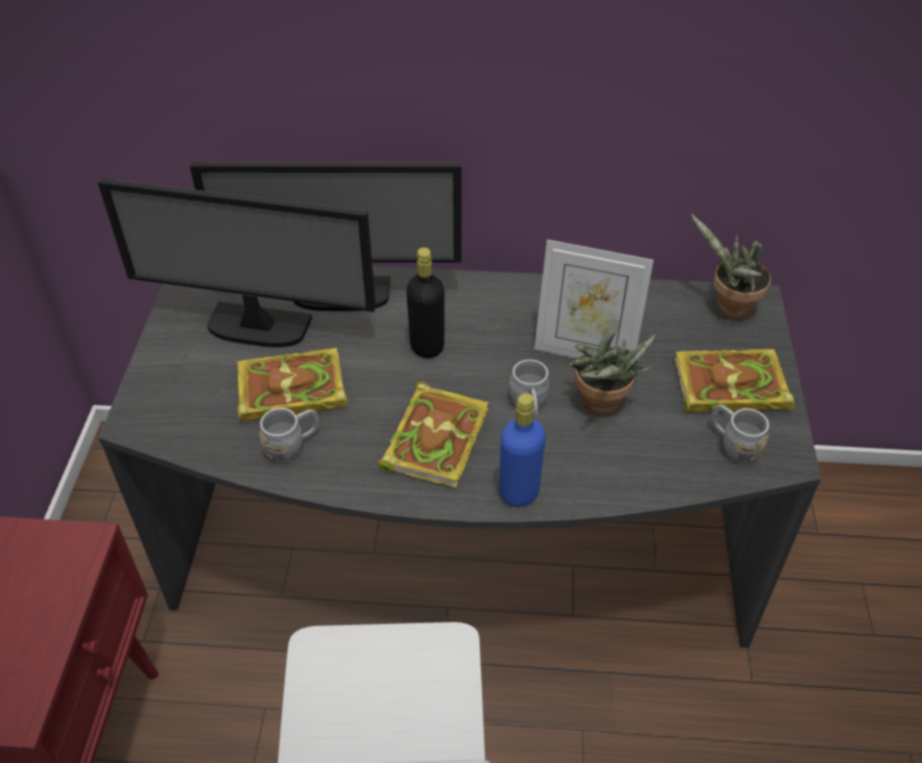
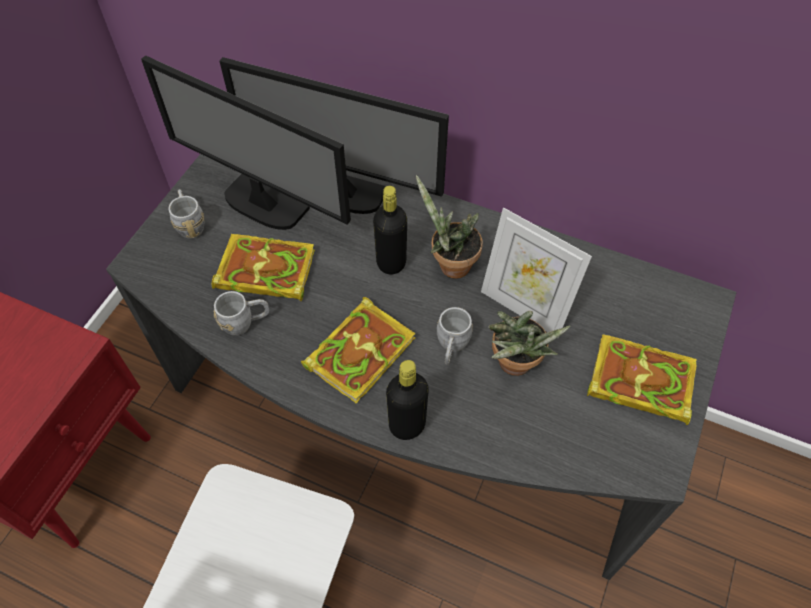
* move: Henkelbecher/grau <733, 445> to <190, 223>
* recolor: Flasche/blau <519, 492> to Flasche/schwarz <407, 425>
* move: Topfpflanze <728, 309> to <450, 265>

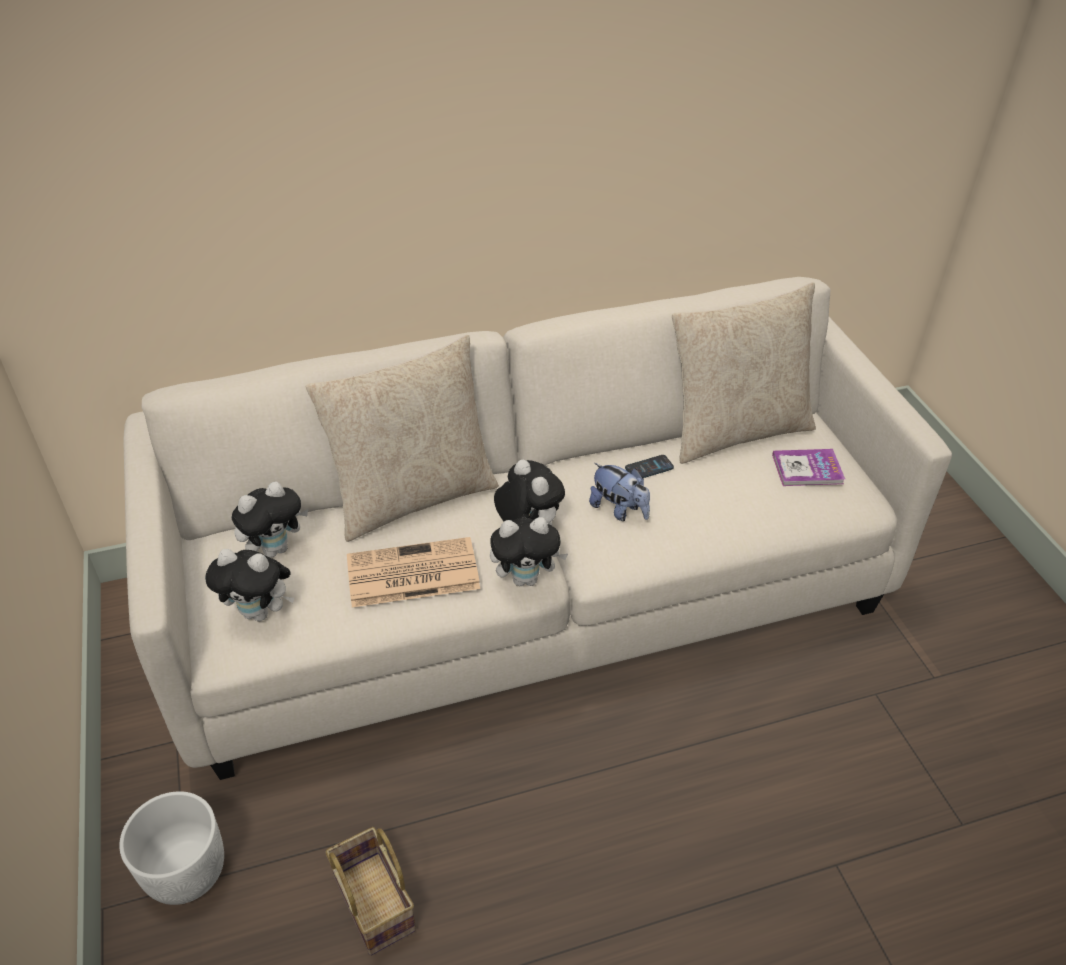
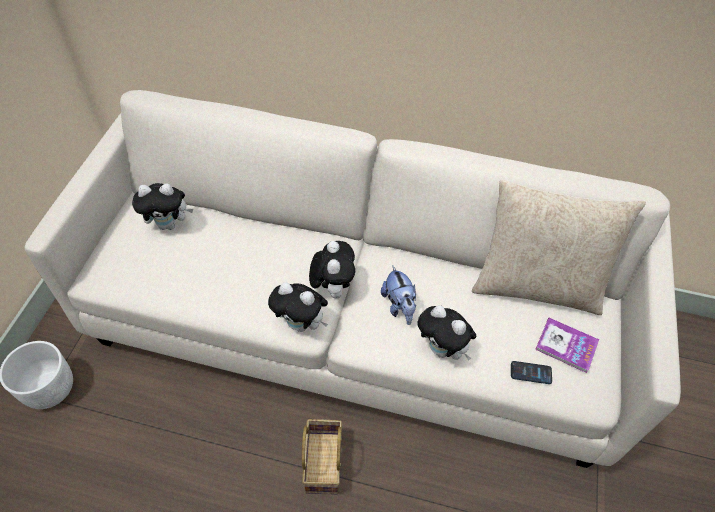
* move: Korb <371, 902> to <322, 461>
* move: Plüschtier <260, 612> to <442, 350>
* move: Handy <649, 468> to <531, 373>
* delete: Kissen/beige <413, 496>
* delete: Zeitung <411, 574>

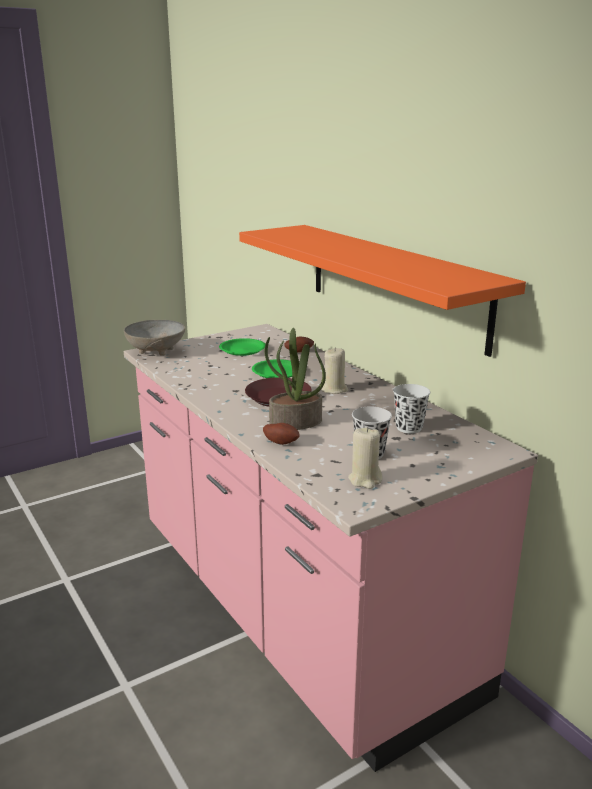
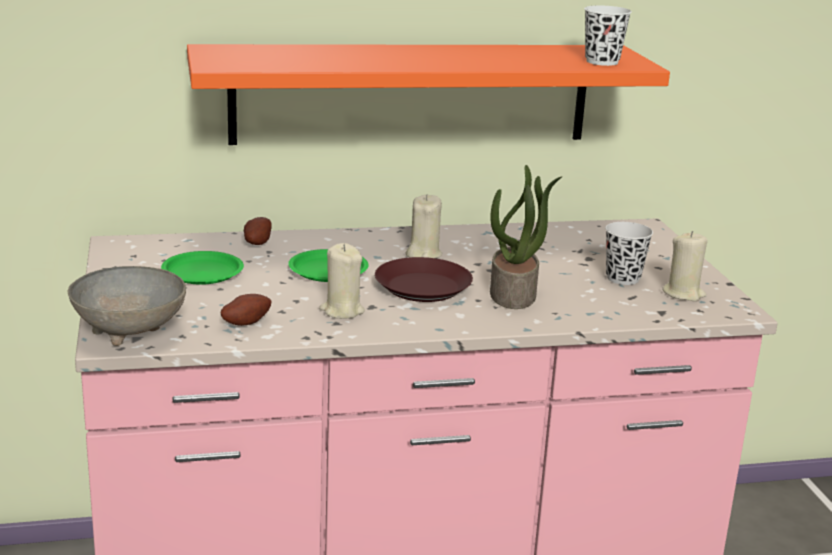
* move: Kartoffel <281, 442> to <245, 322>
* insert: Kerze/beige <342, 311>
* move: Tasse/weiß <409, 428> to <602, 62>

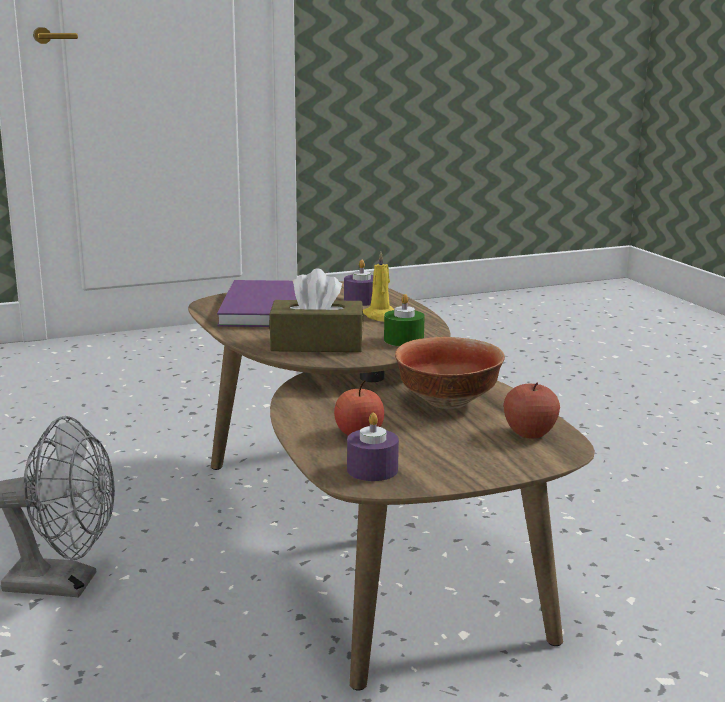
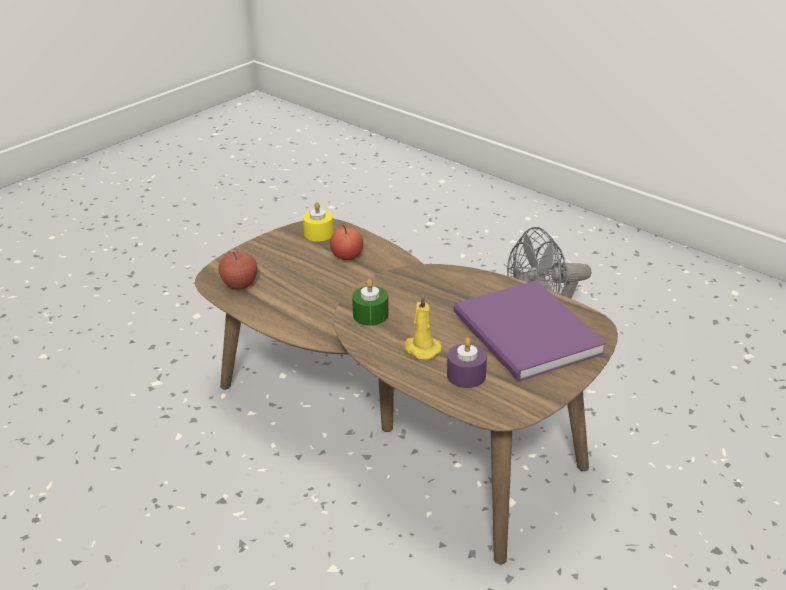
* recolor: Kerze/lila <372, 469> to Kerze/gelb <318, 233>
* delete: Taschentuchbox/braun <317, 344>
* delete: Schüssel <449, 402>

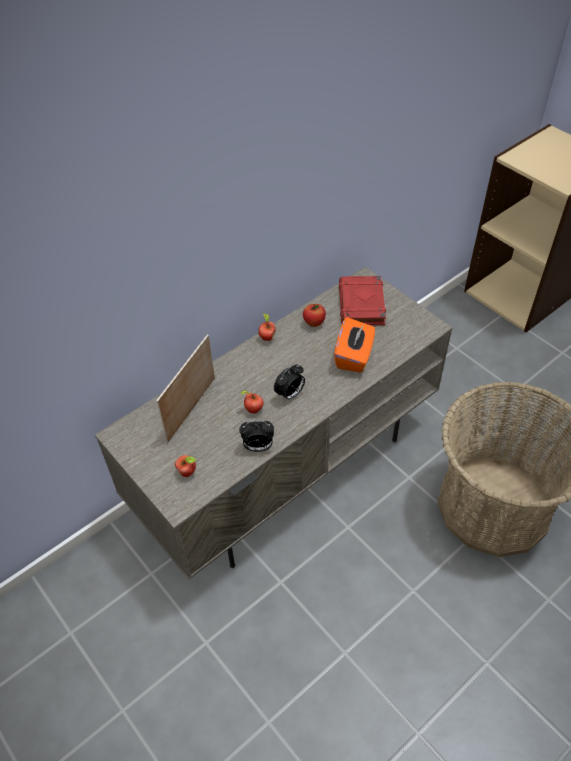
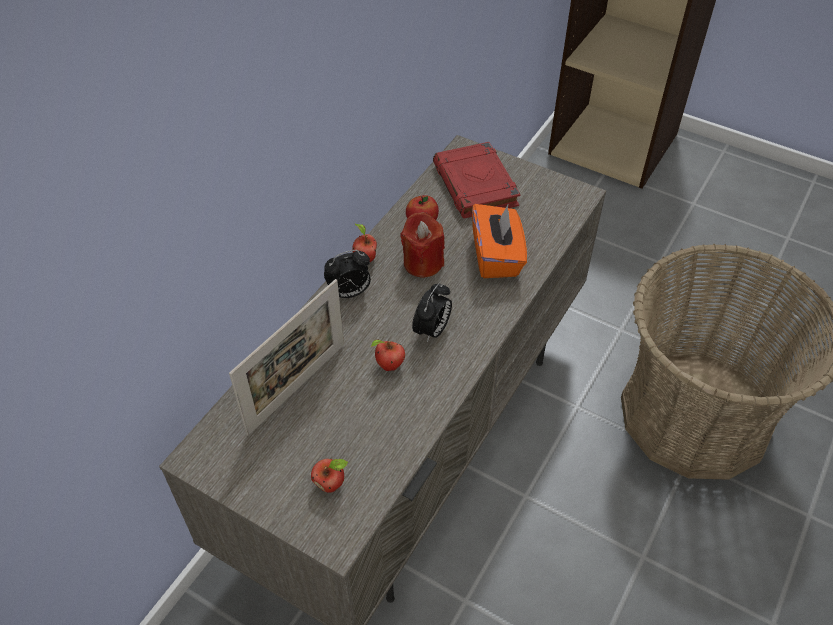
* rotate: Bilderrahmen <191, 409> = <297, 388> 150 degrees counterclockwise
* move: Wecker <258, 447> to <349, 293>
* insert: Kerze/rot <422, 263>

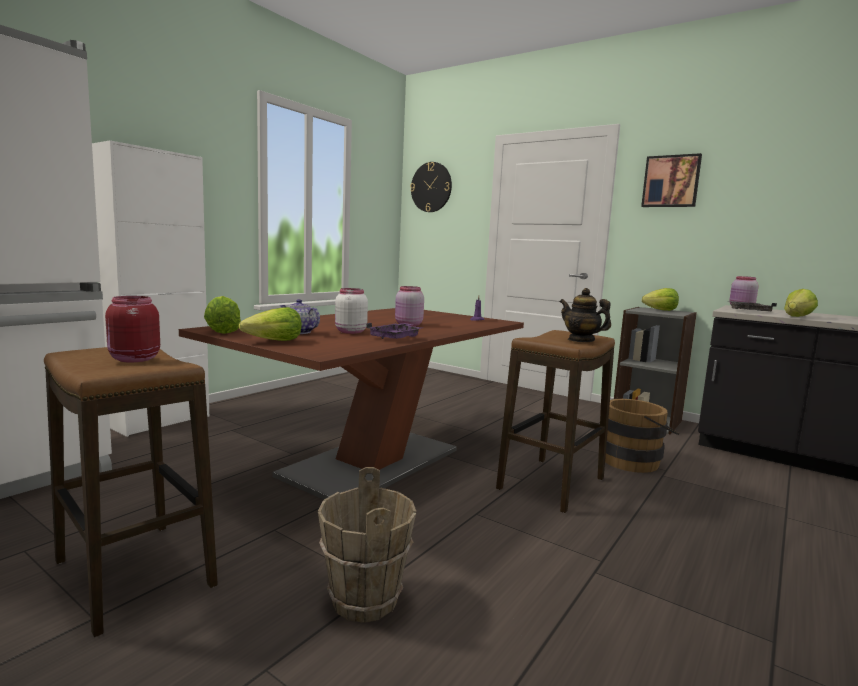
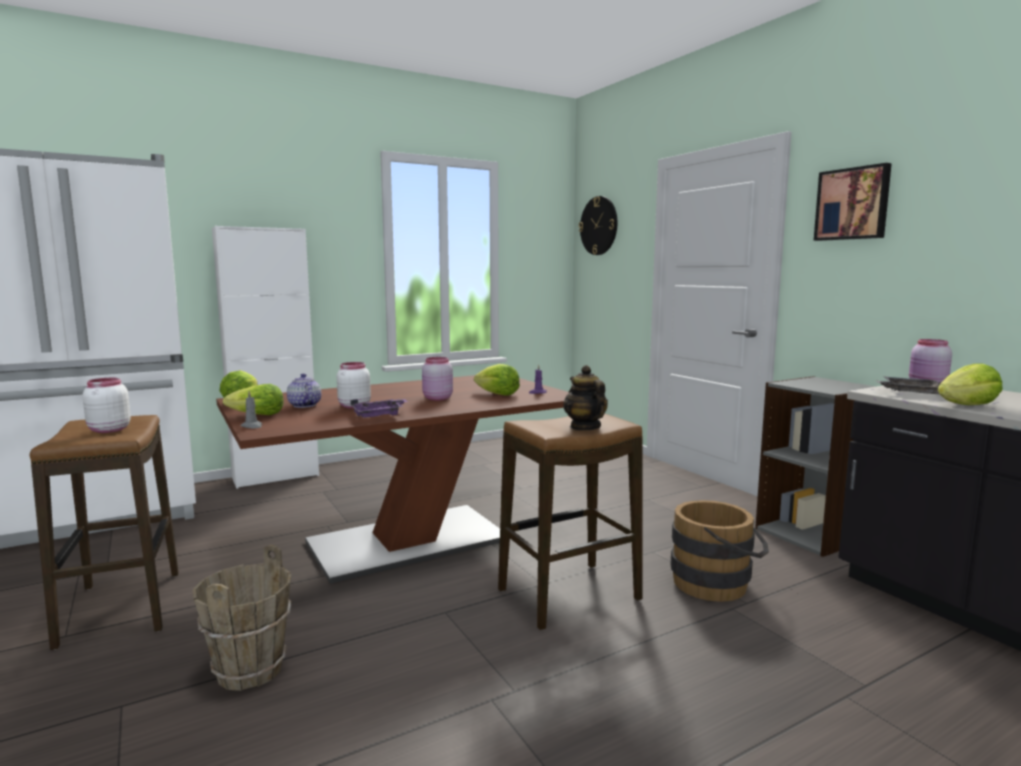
* recolor: Vorratsglas/rot <133, 359> to Vorratsglas/weiß <108, 430>
* insert: Kerze/grau <252, 426>
* move: Salatkopf <661, 310> to <497, 394>

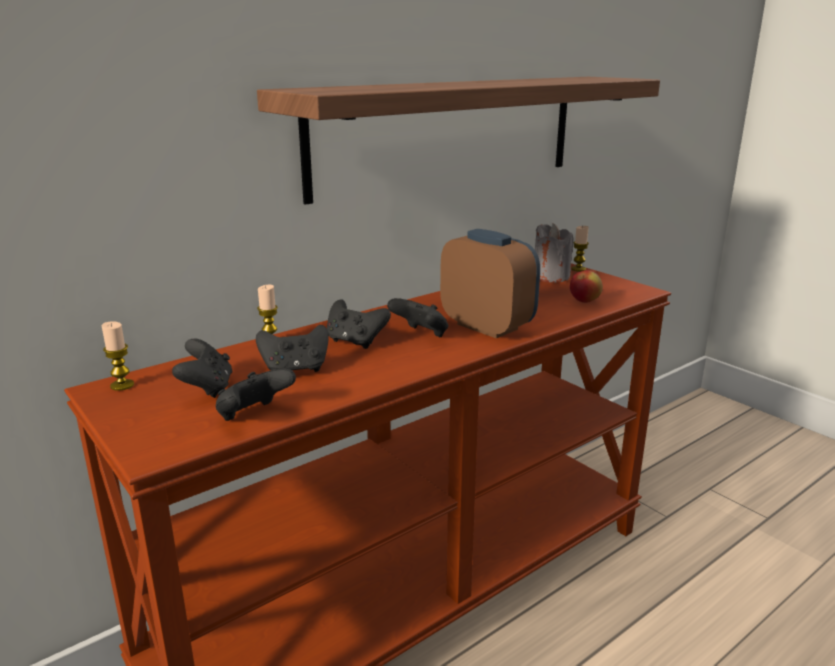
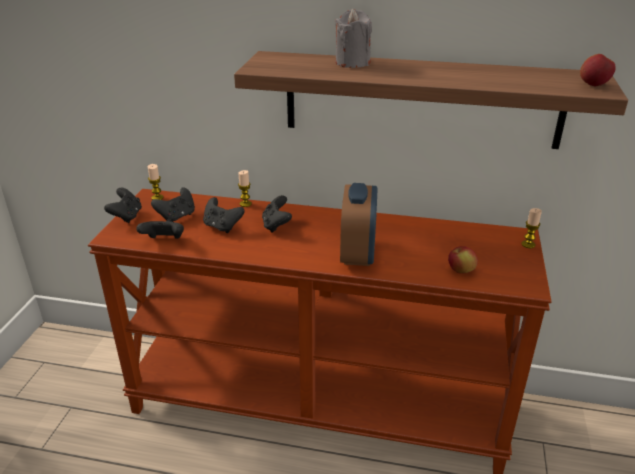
* move: Gamepad/schwarz <421, 335> to <126, 216>
* move: Kerze/grau <550, 277> to <352, 63>
* insert: Apfel <593, 85>

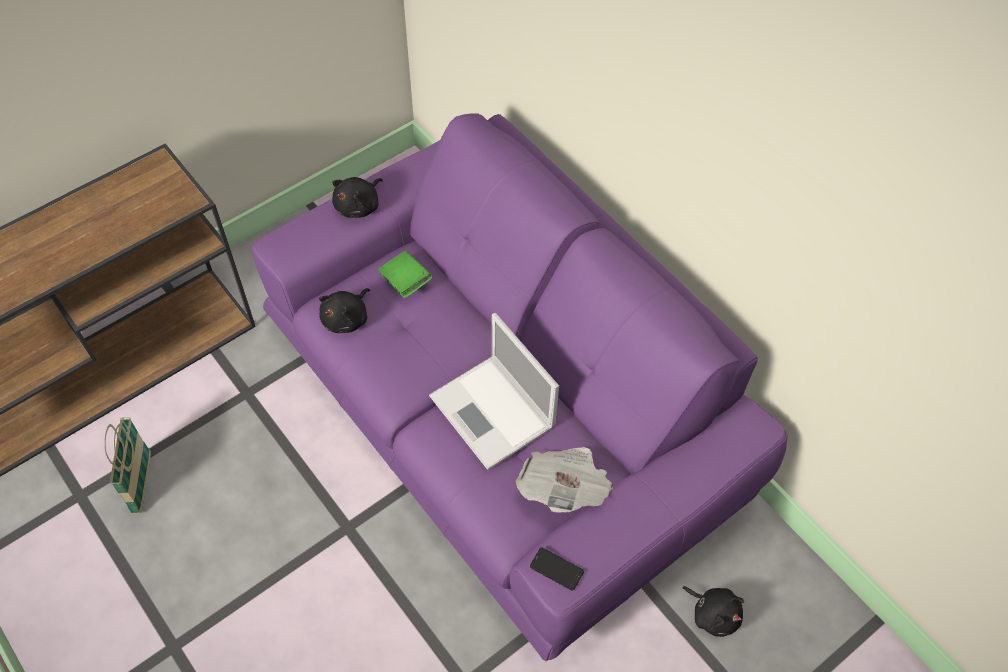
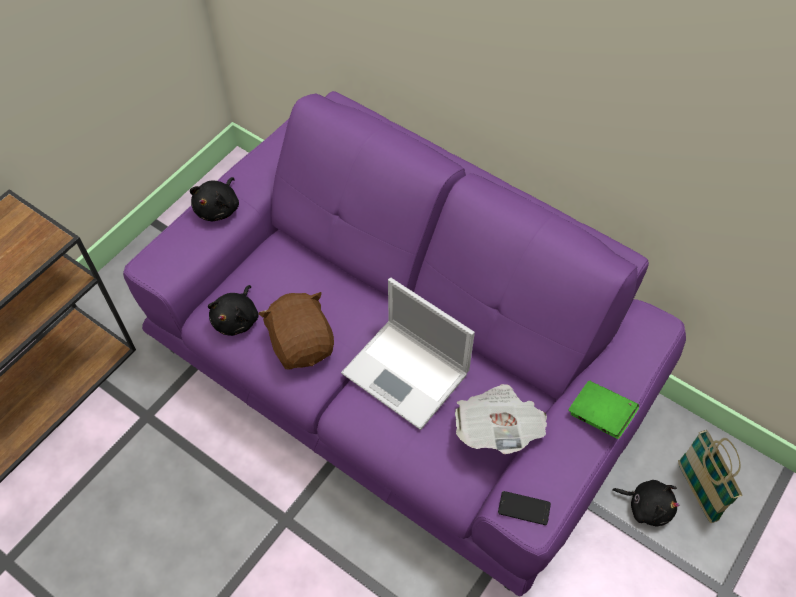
* insert: Plüschtier/braun <302, 344>
* move: Buch/grün <405, 282> to <600, 416>
* move: Korb <142, 483> to <696, 491>

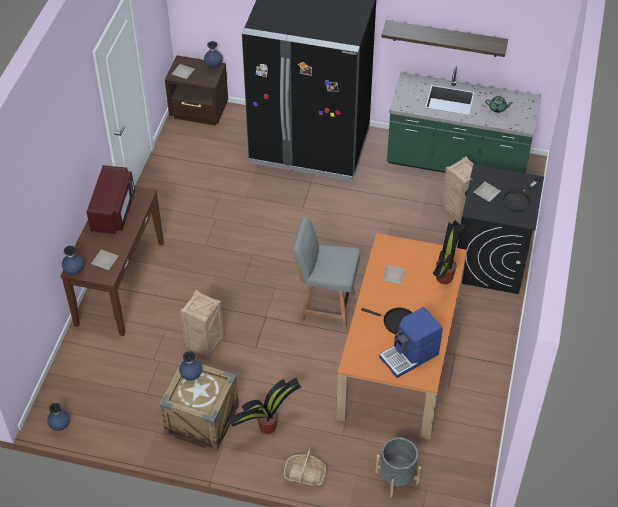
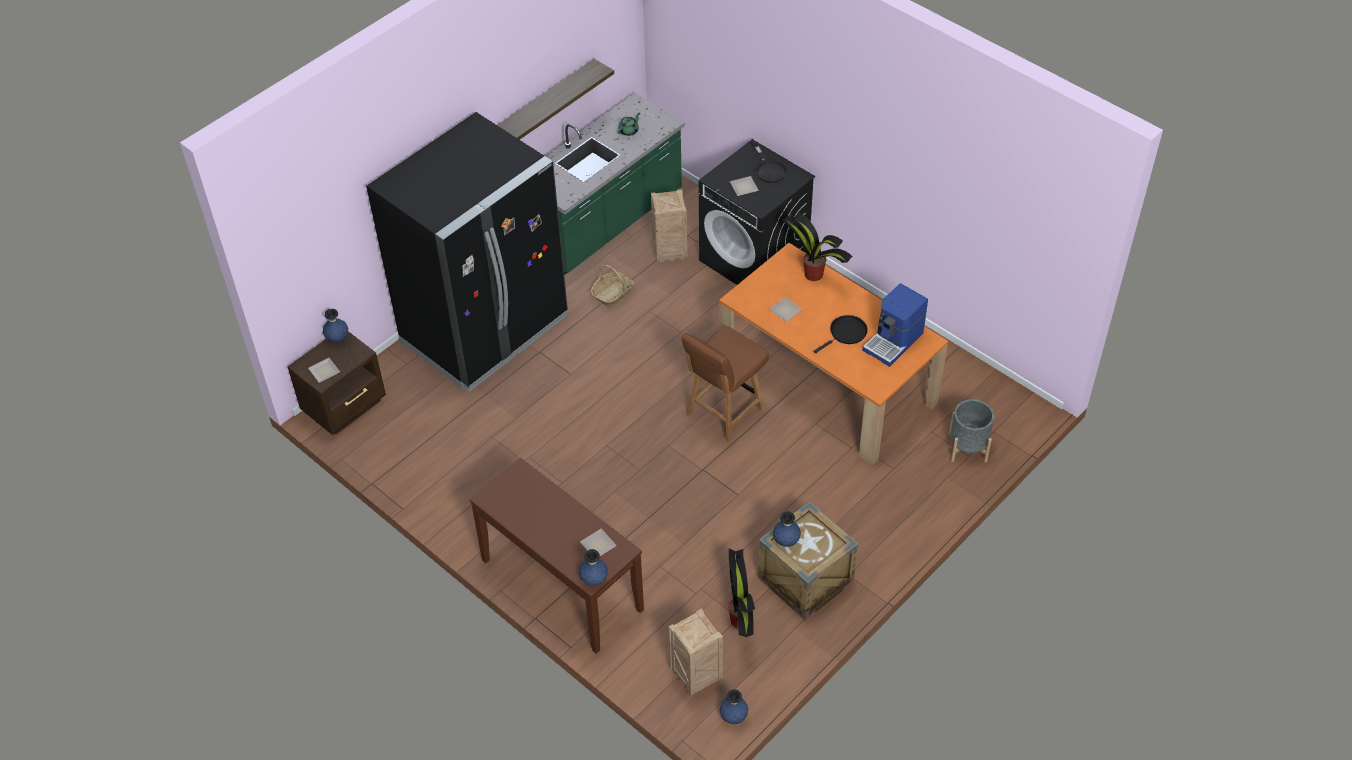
* move: Korb <305, 475> to <612, 293>
* move: Kiste <205, 345> to <697, 676>
* recolor: Stuhl/grau <326, 307> to Stuhl/braun <723, 413>
* move: Topfpflanze <266, 427> to <740, 621>
* rotate: Kaffeemaschine <410, 356> = <894, 341> 45 degrees clockwise
* delete: Mikrowelle/rot <114, 211>

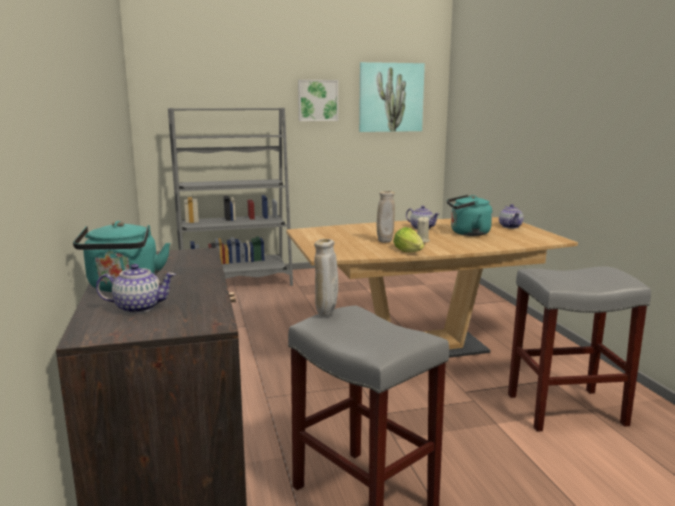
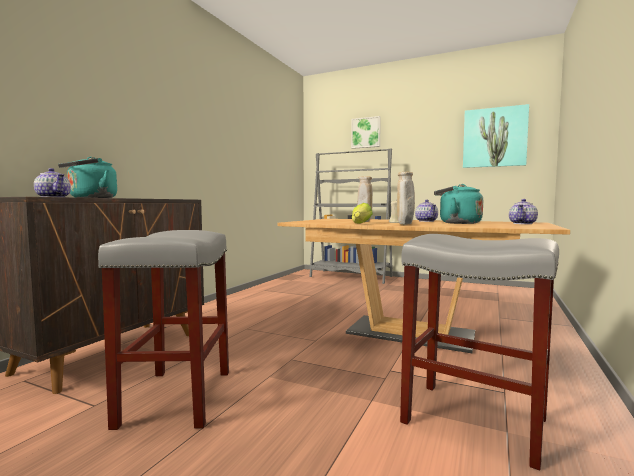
* move: Bild <317, 100> to <366, 133>
* move: Vase/beige <326, 314> to <405, 224>

